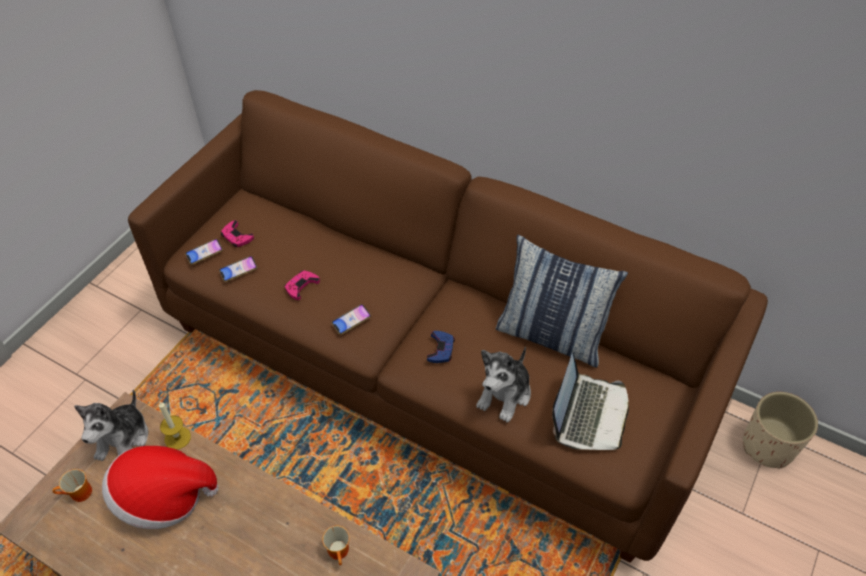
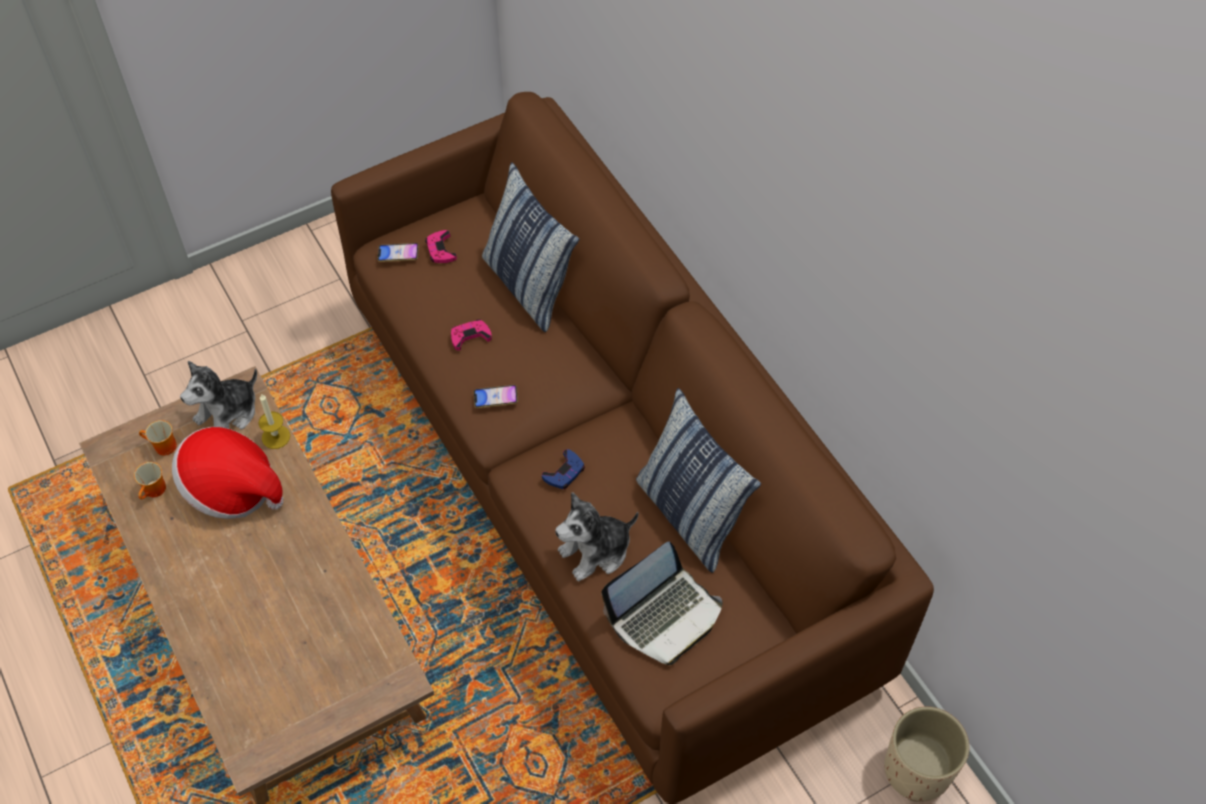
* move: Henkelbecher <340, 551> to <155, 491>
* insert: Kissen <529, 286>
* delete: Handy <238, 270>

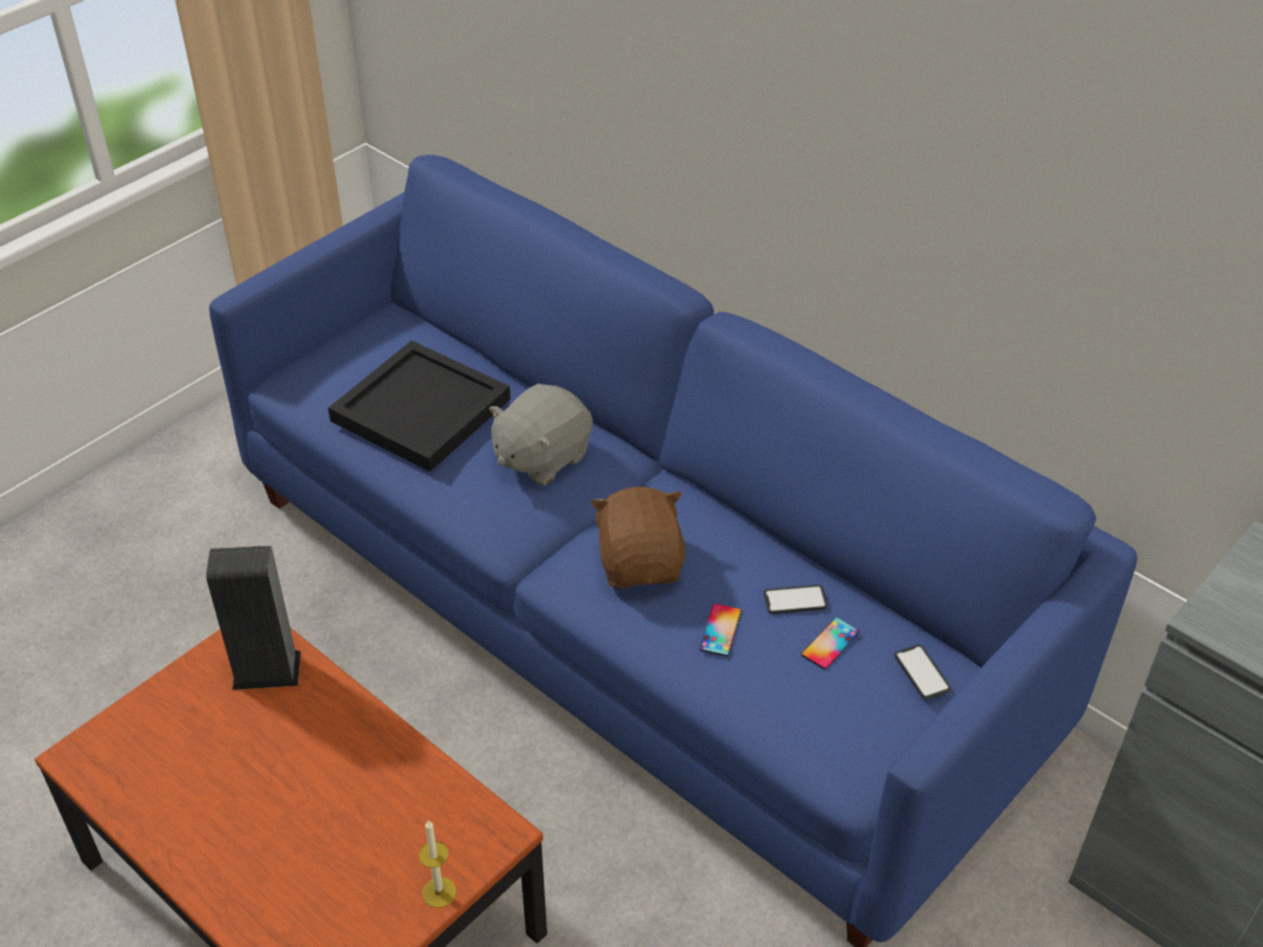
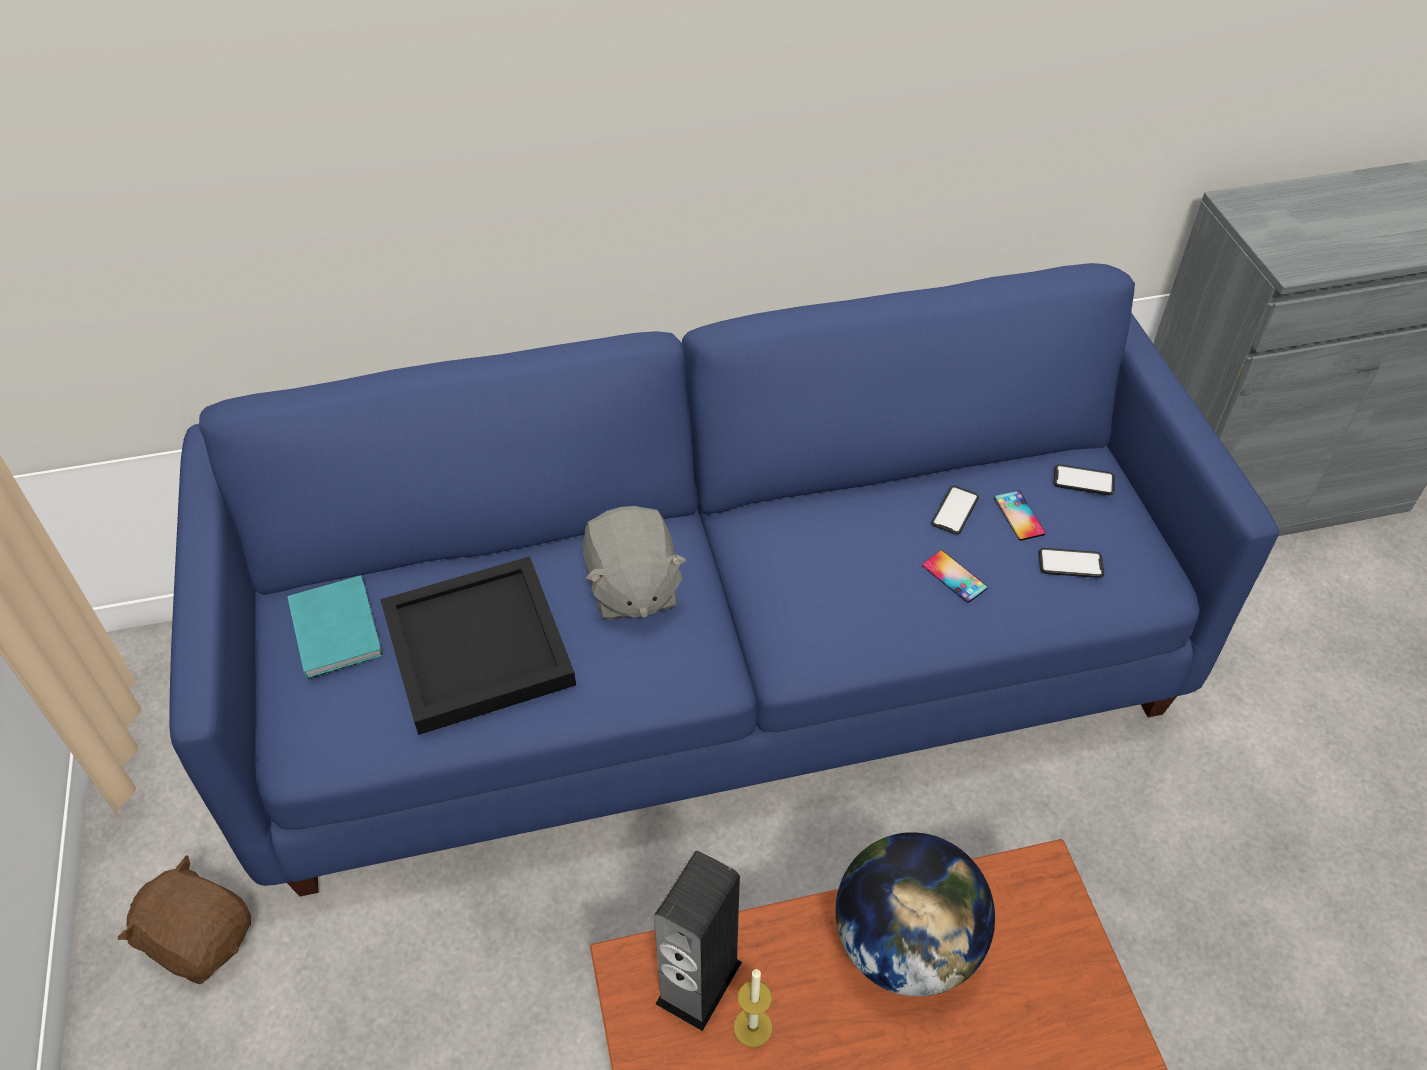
* move: Plüschtier/braun <640, 563> to <201, 938>
* insert: Buch/türkis <337, 627>
* move: Kerze <439, 892> to <752, 1027>
* insert: Globus <905, 945>
* insert: Handy <1070, 563>

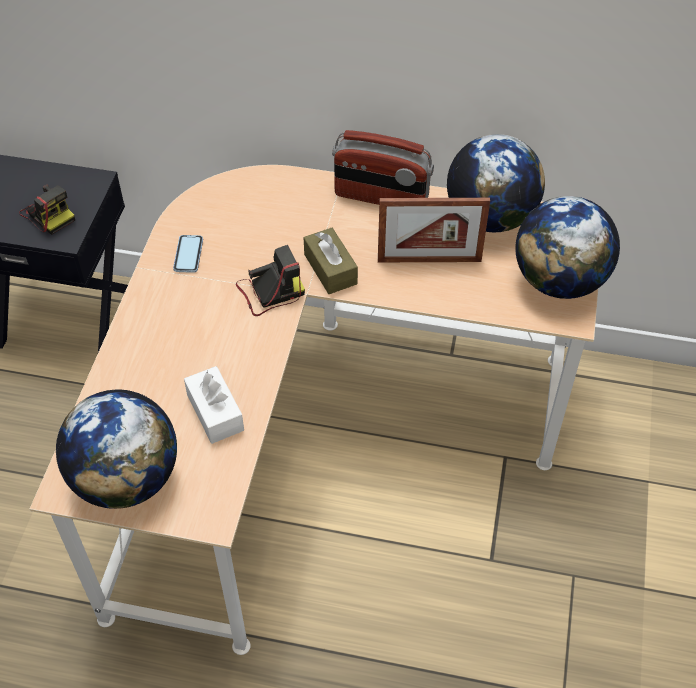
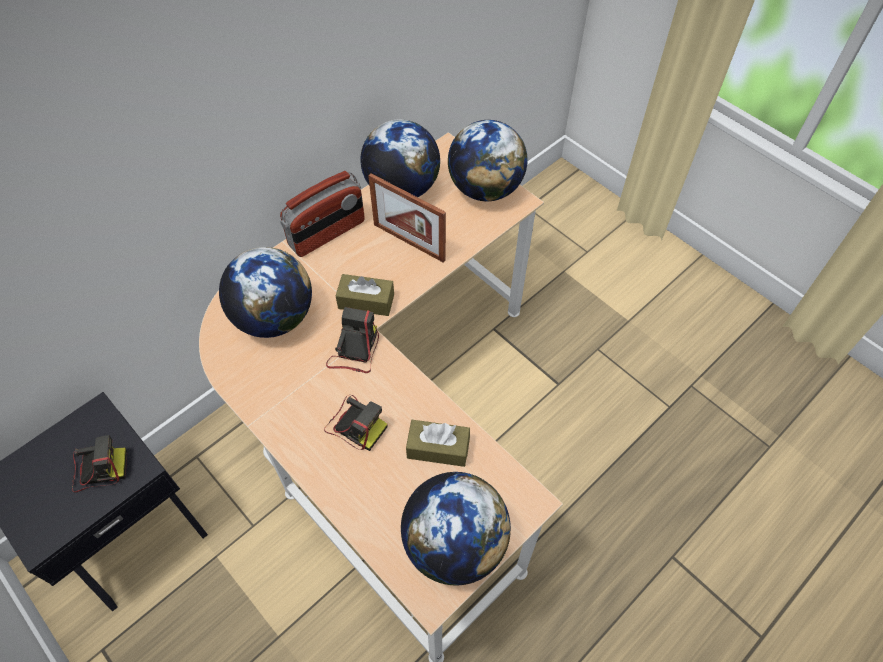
* insert: Globus <274, 317>
* insert: Kamera <355, 424>
* rotate: Bilderrahmen <429, 260> = <409, 242> 90 degrees clockwise
* recolor: Taschentuchbox/weiß <215, 412> to Taschentuchbox/braun <438, 448>
* delete: Handy <188, 255>

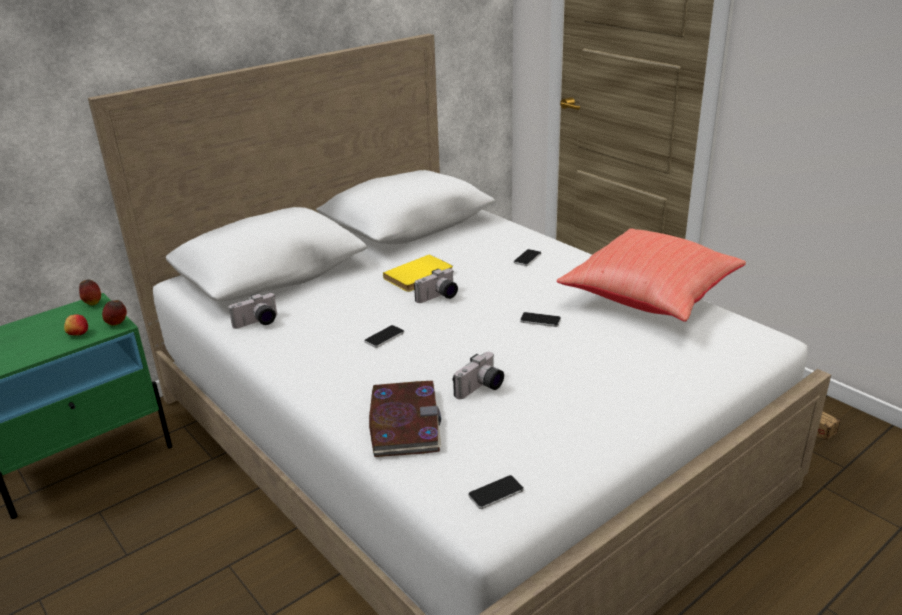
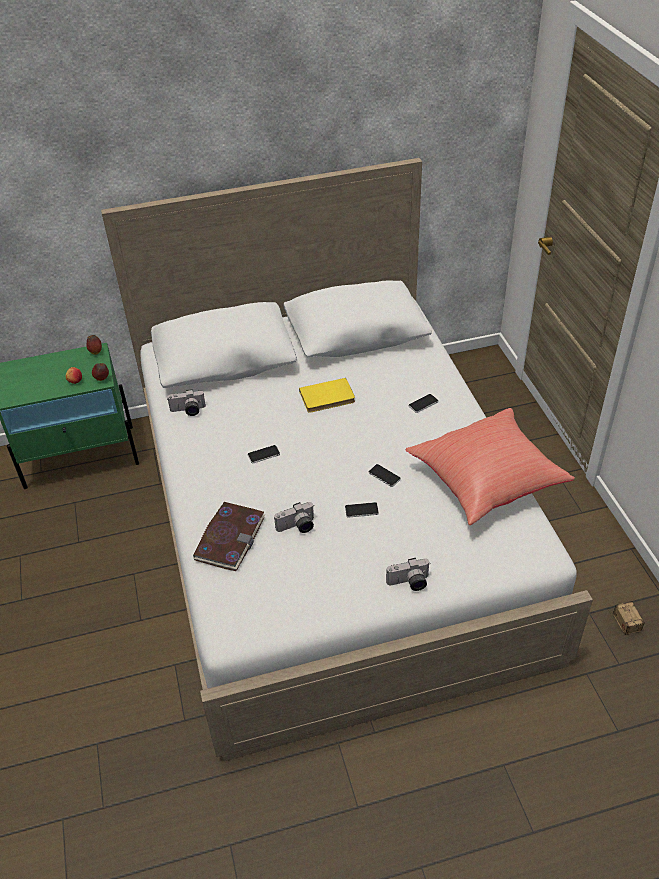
* move: Handy <496, 493> to <361, 510>
* move: Kamera <439, 297> to <409, 583>

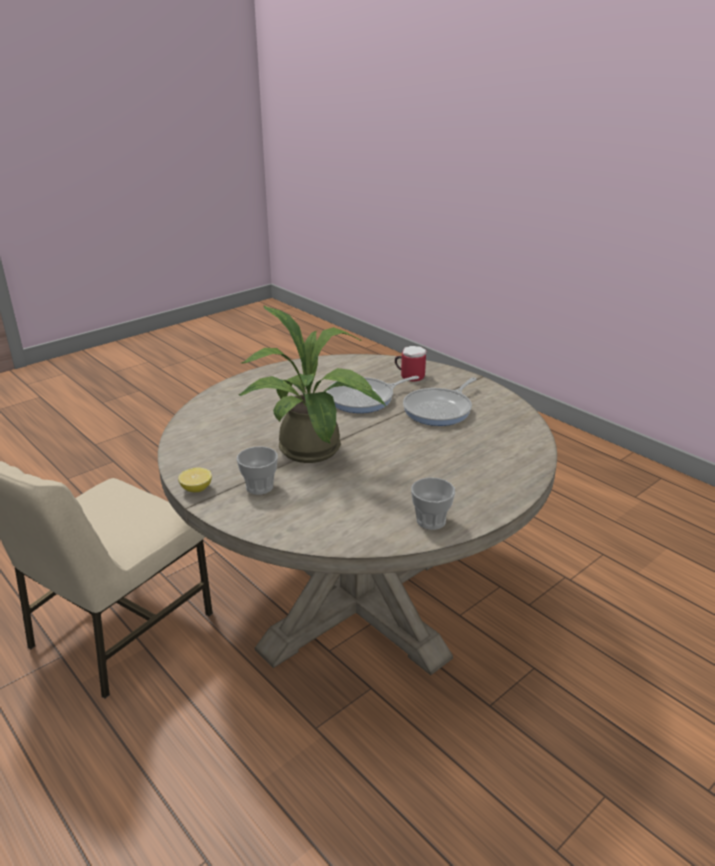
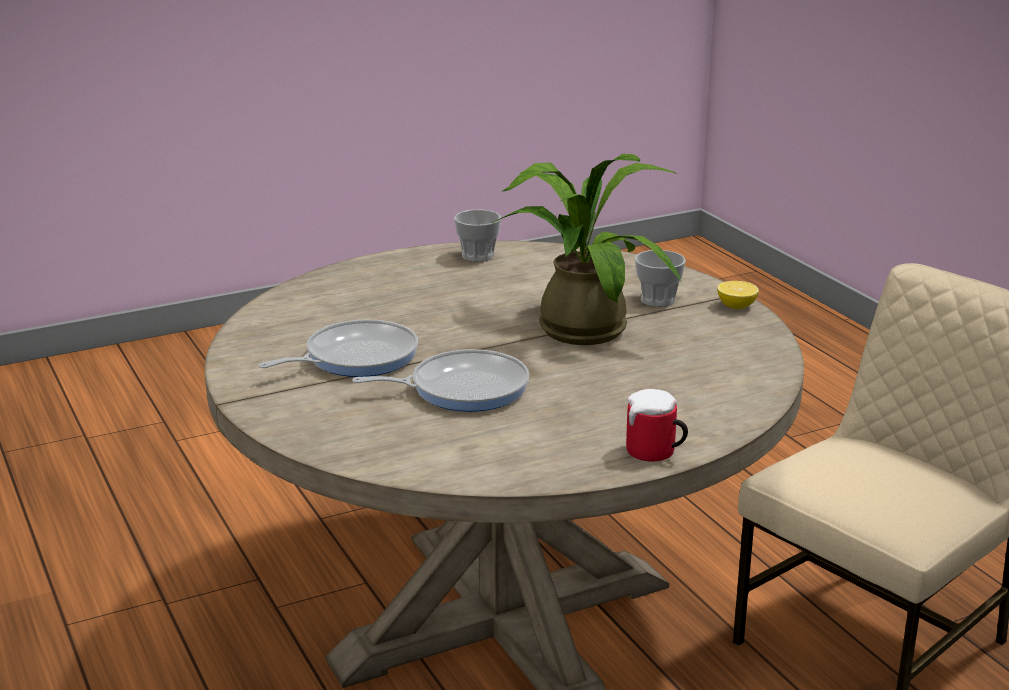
* move: Henkelbecher <409, 376> to <655, 454>

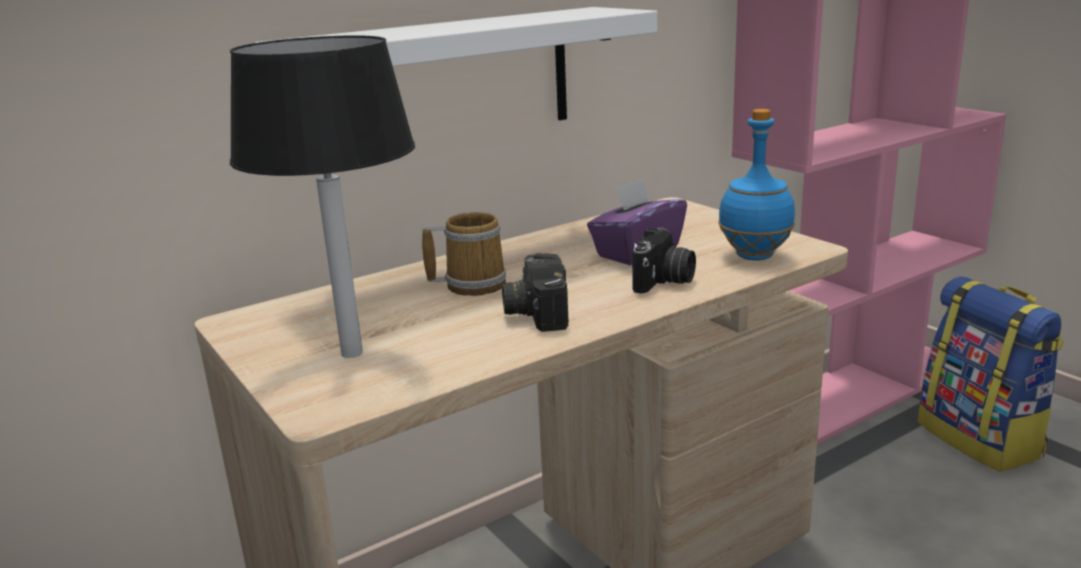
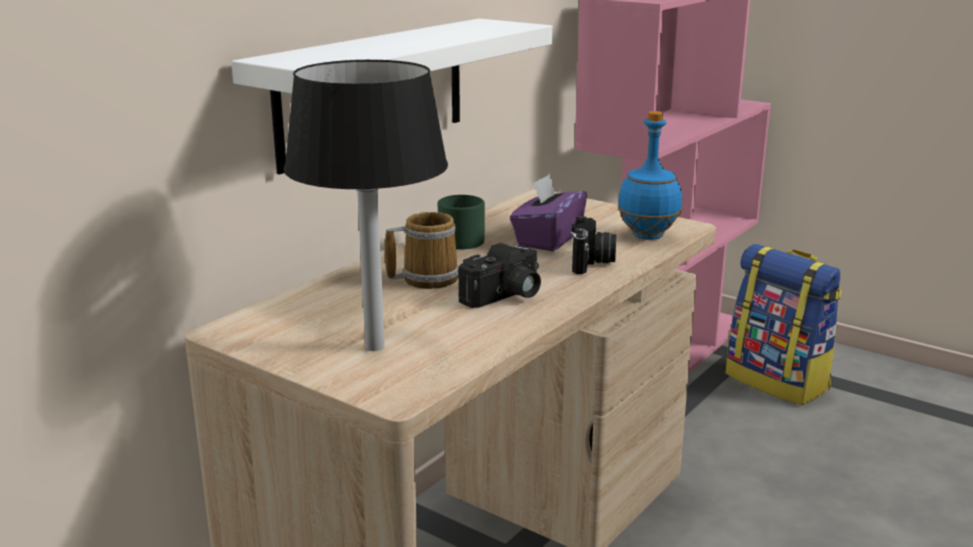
* insert: Henkelbecher/grün <464, 239>
* rotate: Kamera <534, 311> = <504, 296> 105 degrees counterclockwise

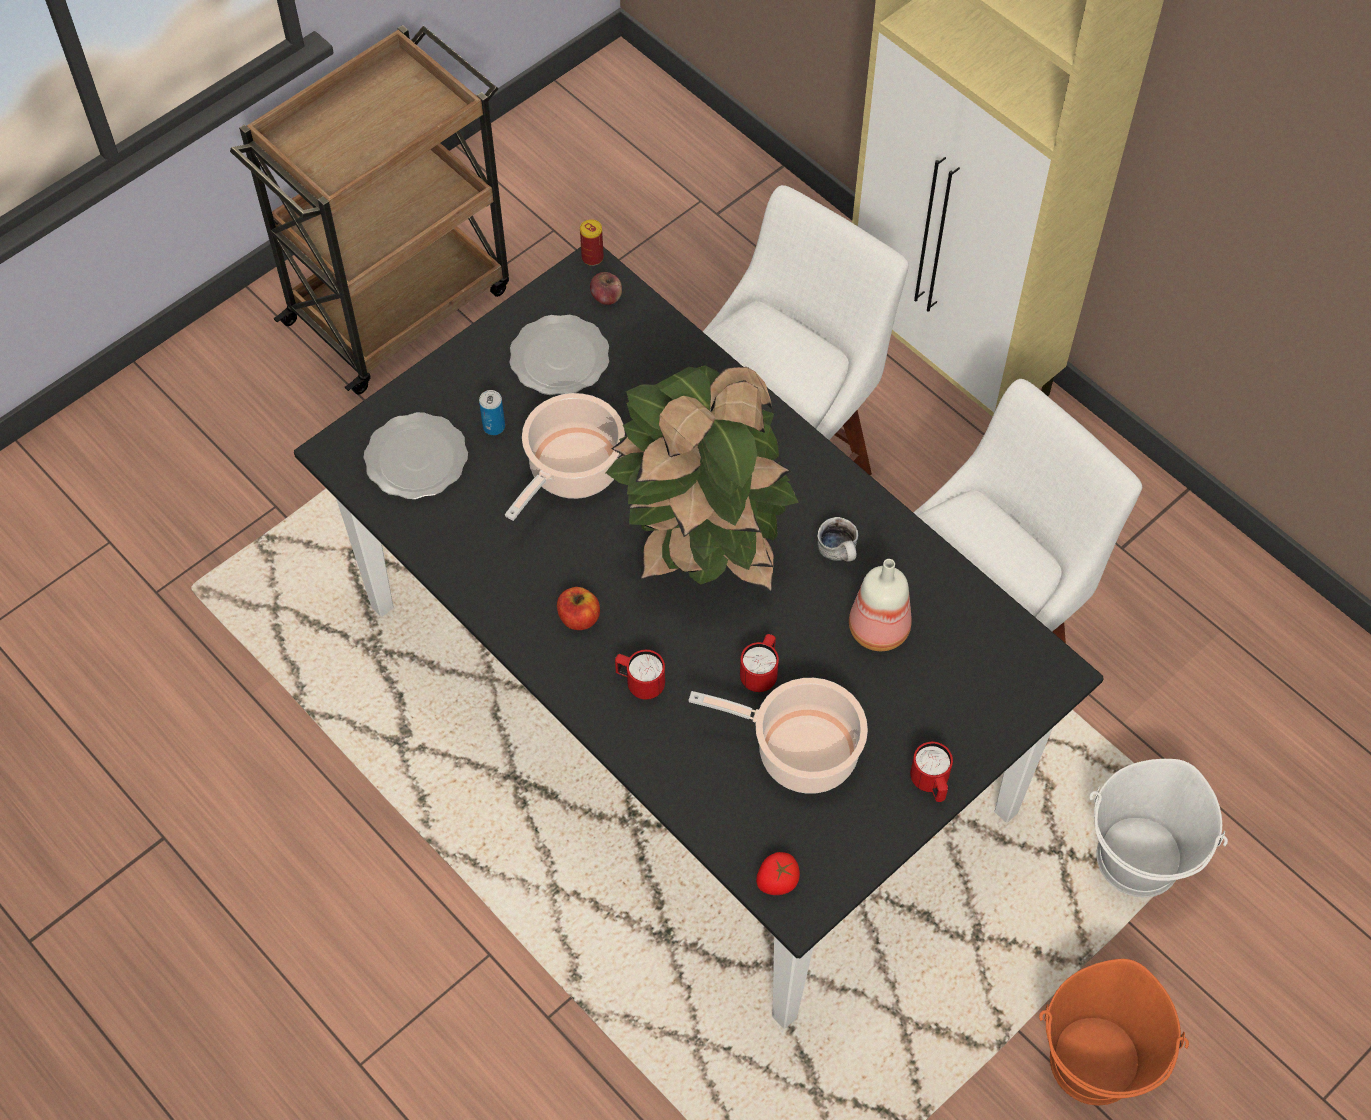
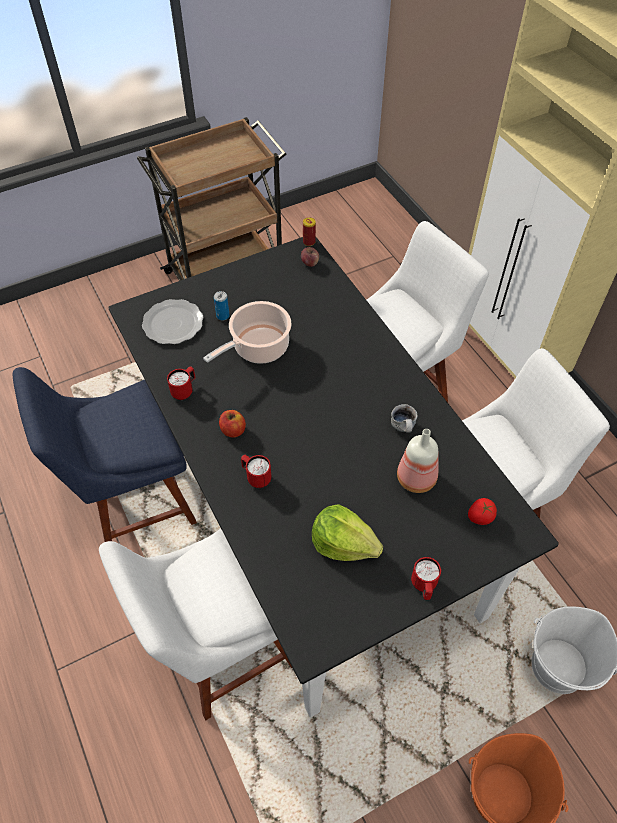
* insert: Stuhl/blau <133, 503>
* insert: Stuhl/weiß <220, 650>
* move: Henkelbecher/rot <760, 673> to <184, 391>
* replace: Kochtopf <800, 751> to Salatkopf <343, 543>
* move: Tomate <777, 881> to <480, 517>
* delete: Teller <559, 357>
* delete: Topfpflanze <703, 548>

